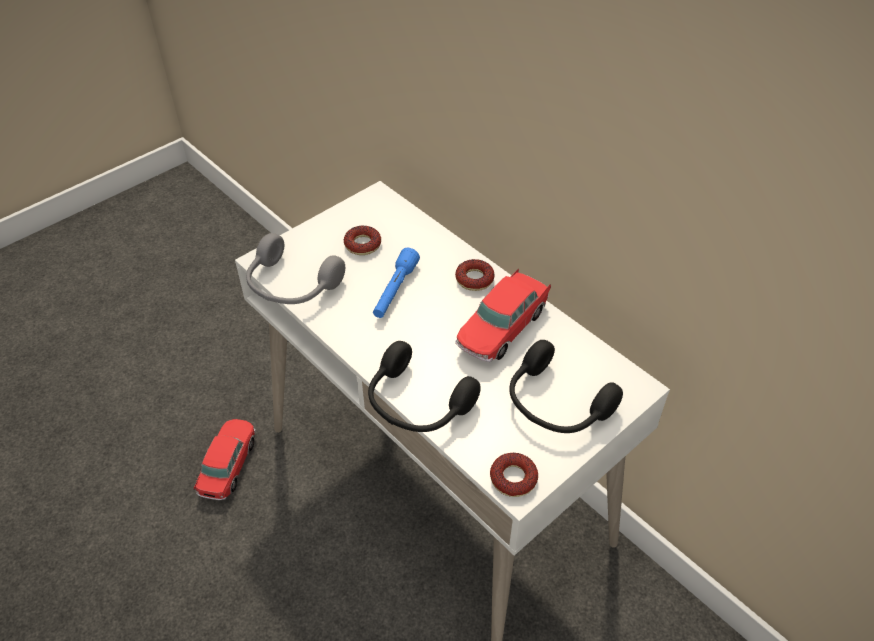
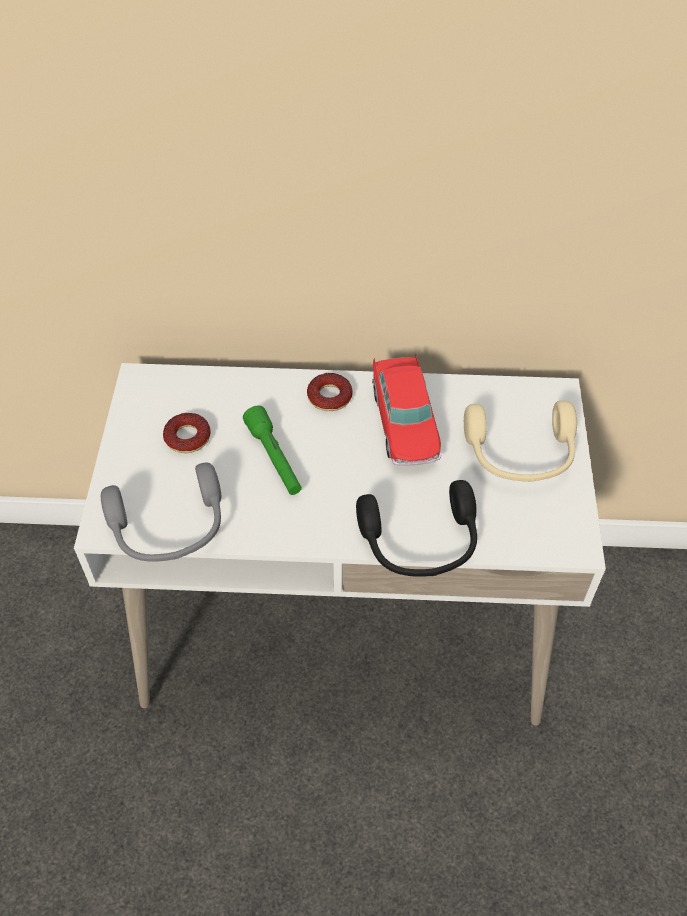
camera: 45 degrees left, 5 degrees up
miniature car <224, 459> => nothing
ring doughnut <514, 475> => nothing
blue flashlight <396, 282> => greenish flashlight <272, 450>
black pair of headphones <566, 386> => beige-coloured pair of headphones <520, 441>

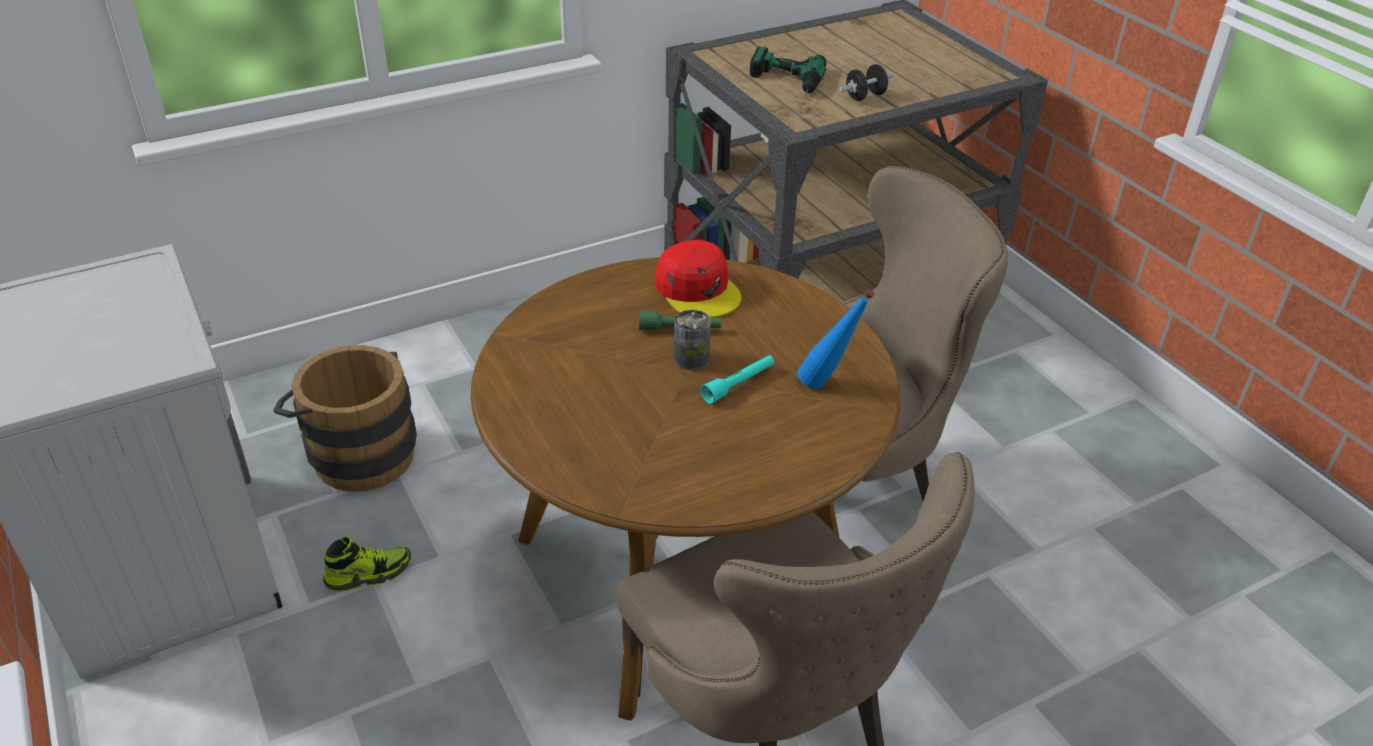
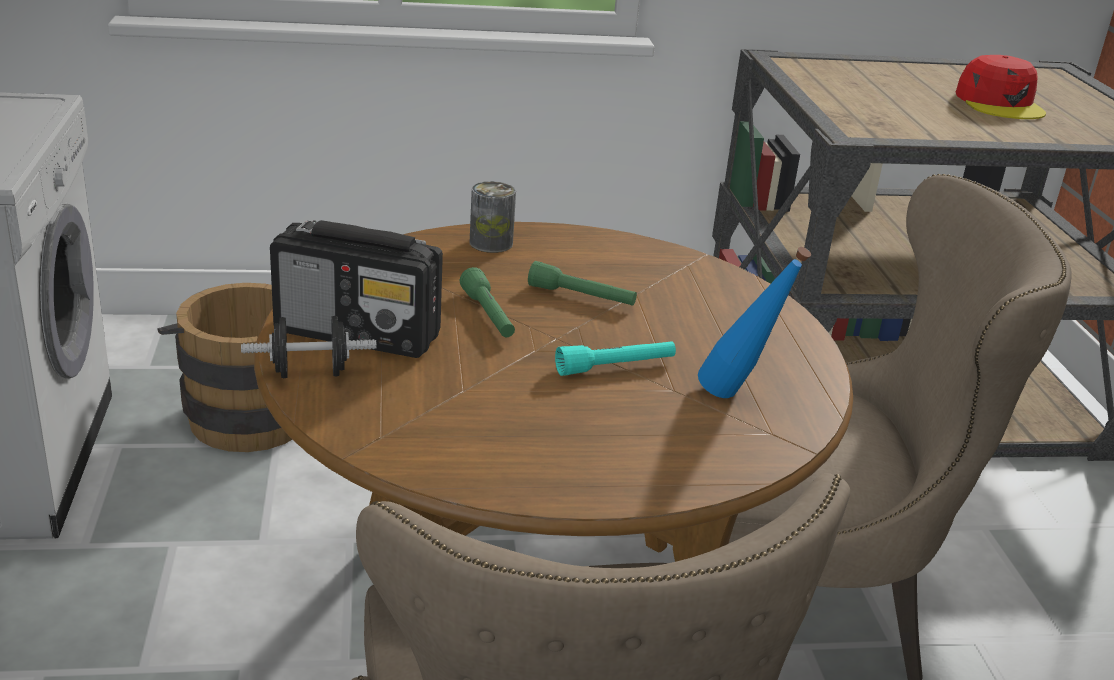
camera: 20 degrees right, 10 degrees down
shoe <367, 564> => nothing
drill <788, 72> => nothing
nothing => radio <356, 289>
nothing => greenish flashlight <487, 302>
red baseball cap <698, 279> => red baseball cap <1001, 87>, relocated
metal can <692, 339> => metal can <493, 217>, relocated
black hand weight <866, 82> => black hand weight <309, 347>, relocated

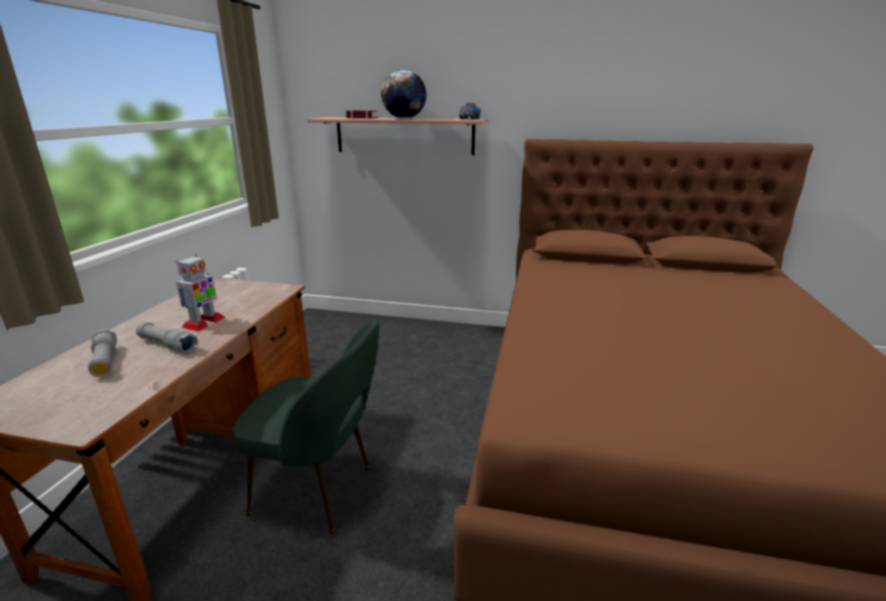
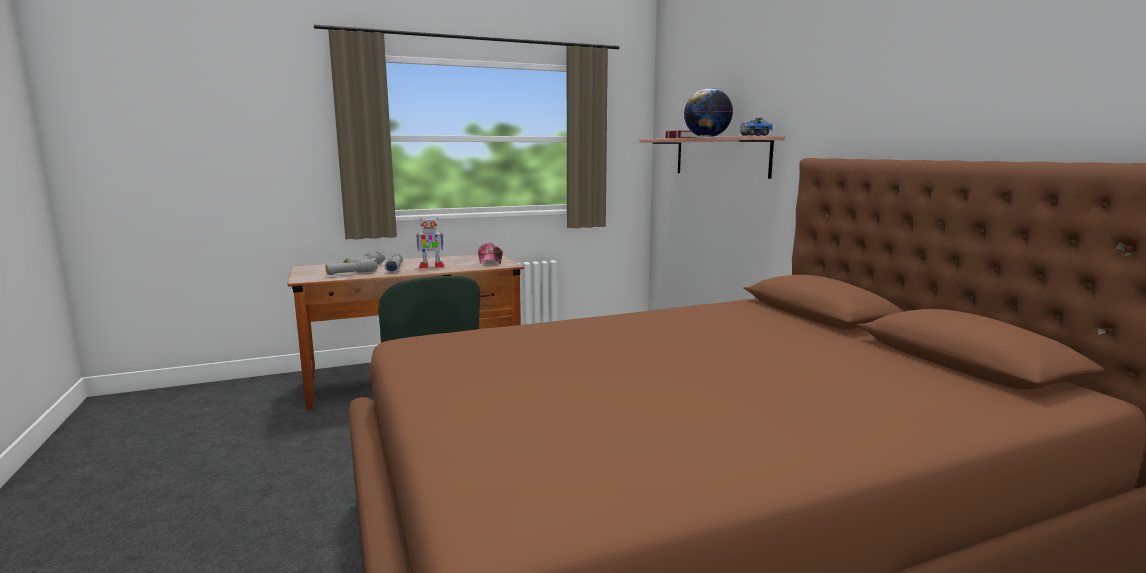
camera: 55 degrees right, 10 degrees down
nothing => gray flashlight <351, 266>
nothing => baseball cap <490, 253>

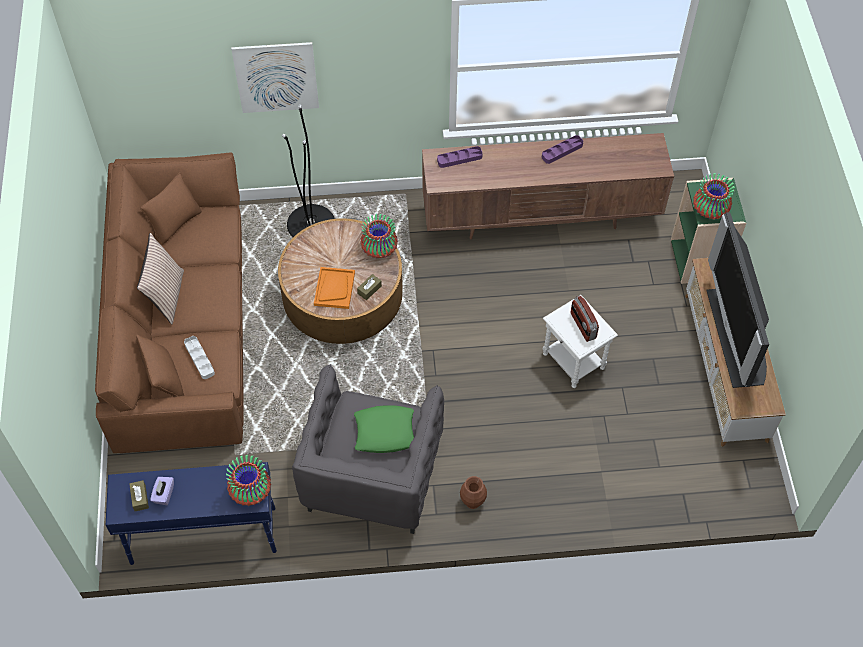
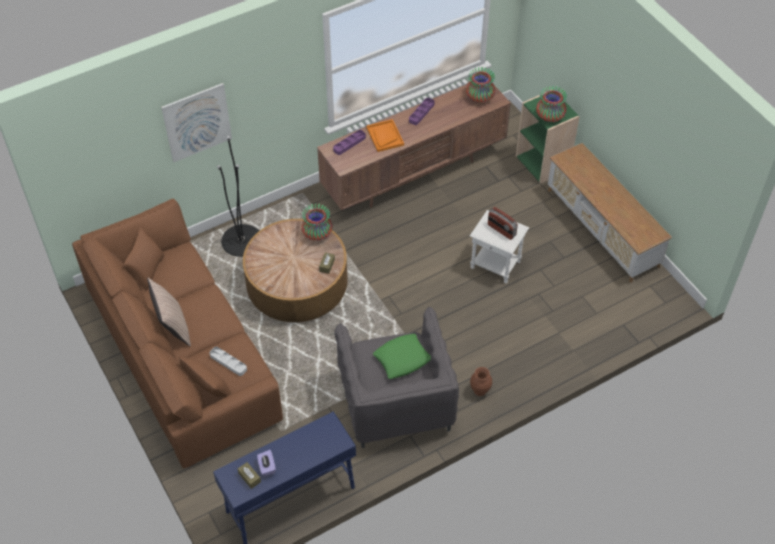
camera: 25 degrees left, 5 degrees down
TV set <737, 300> => nothing
decorative vase <248, 481> => decorative vase <480, 85>, relocated
orange-coloured tray <334, 288> => orange-coloured tray <385, 135>, relocated

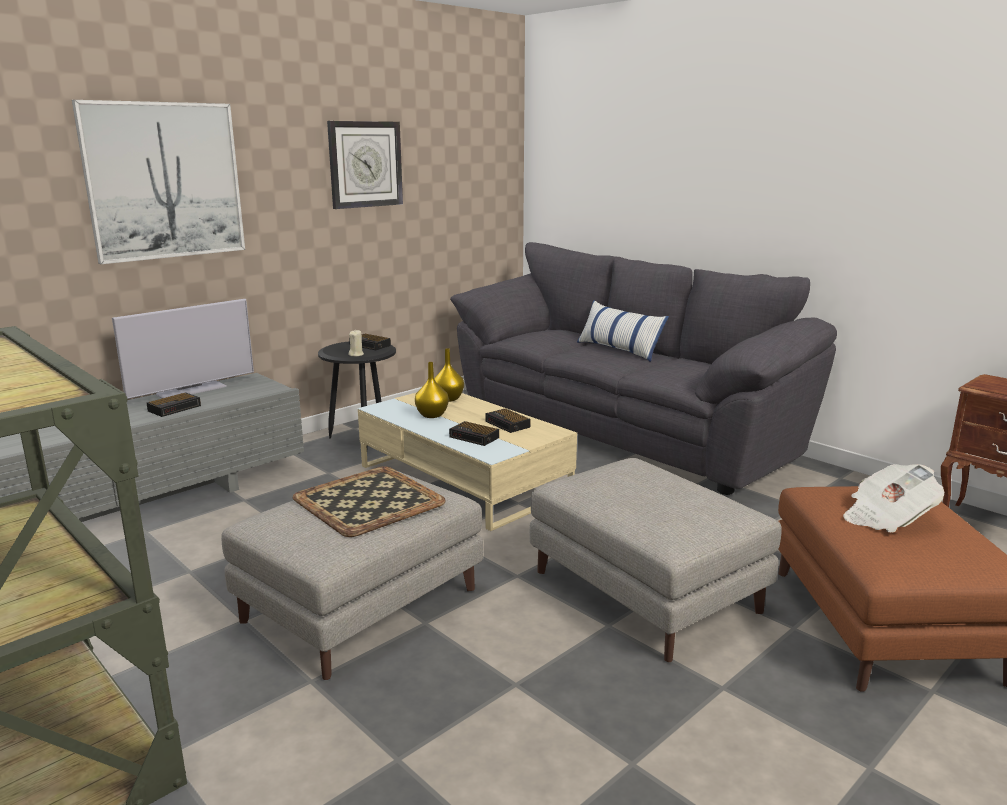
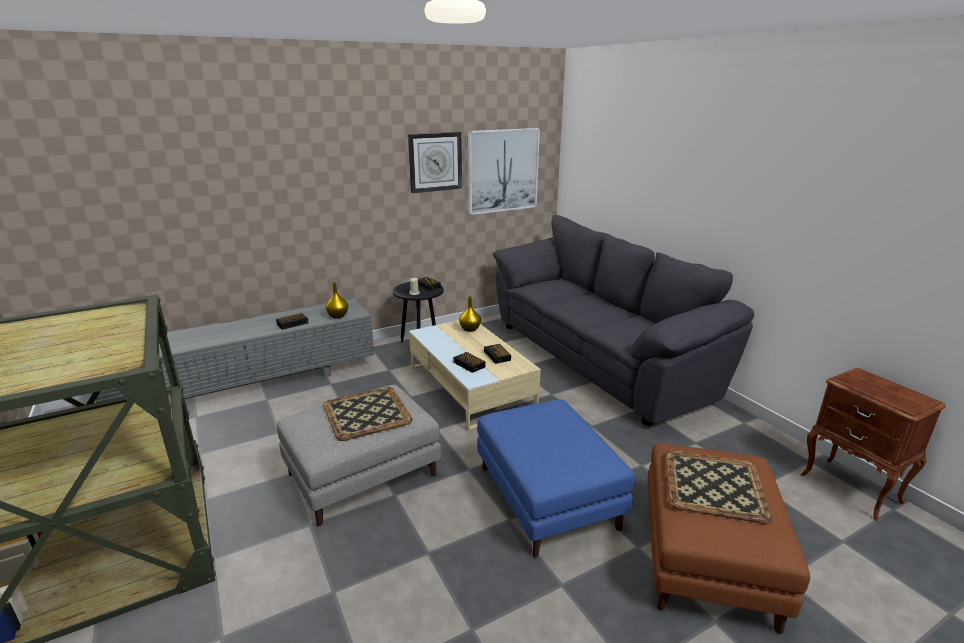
camera: 15 degrees right, 5 degrees up
TV set <183, 349> => nothing
cushion <623, 331> => nothing
picture <158, 182> => picture <504, 171>, relocated
yellowish decorative vase <432, 390> => yellowish decorative vase <337, 300>, relocated
newspaper <893, 498> => tray <718, 487>
gray ottoman <656, 560> => blue ottoman <556, 478>

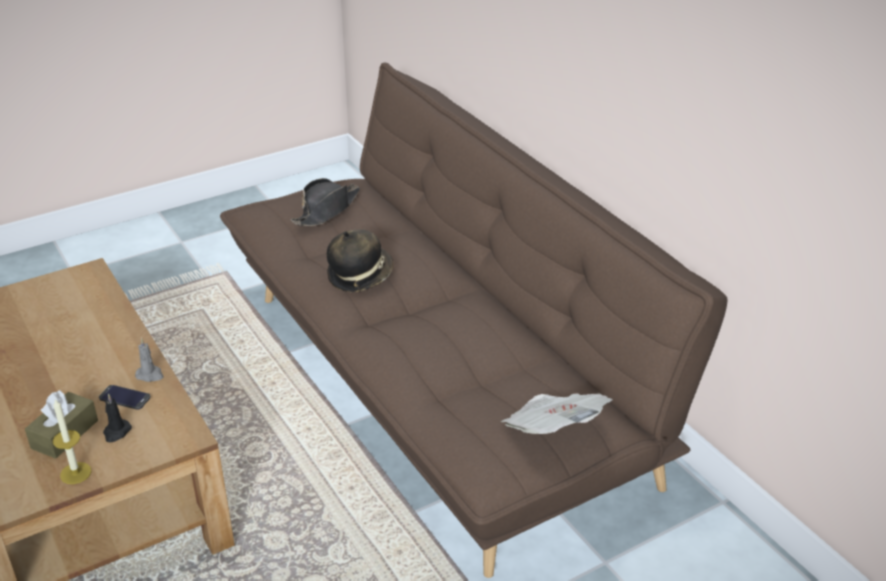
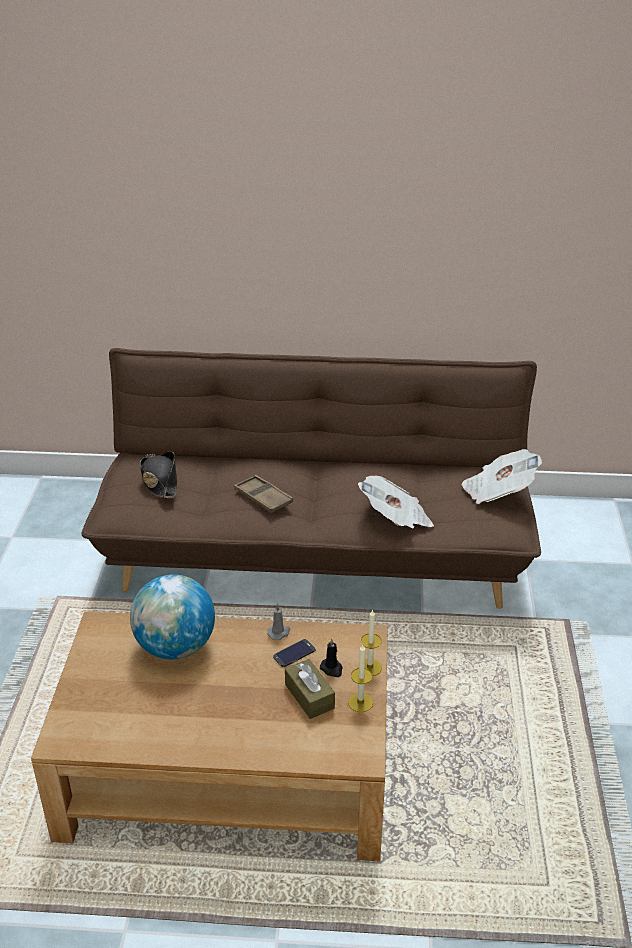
camera: 55 degrees left, 0 degrees up
nothing => desk globe <172, 617>
nothing => newspaper <396, 502>
nothing => wax light <370, 642>
hat <360, 260> => brown-coloured tray <263, 494>

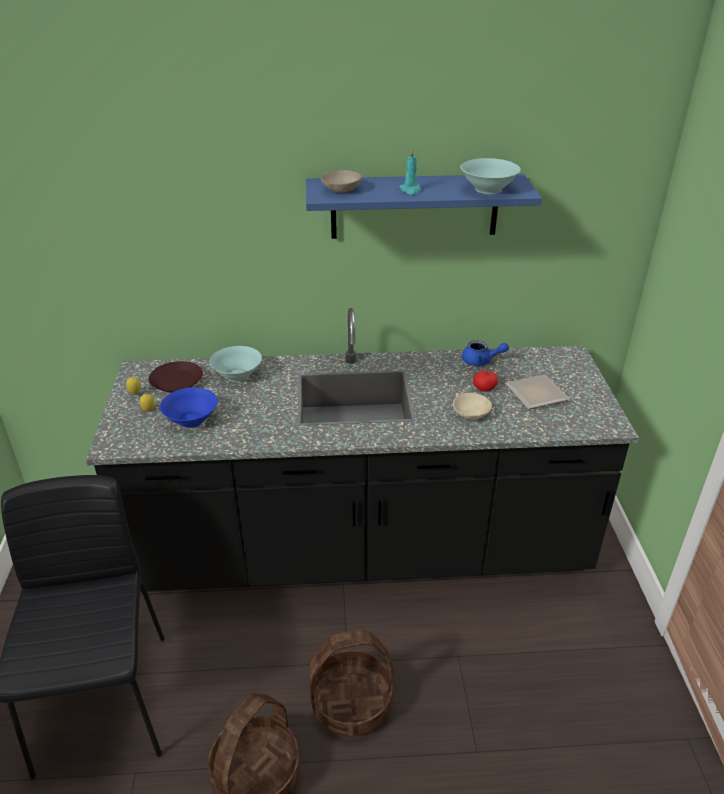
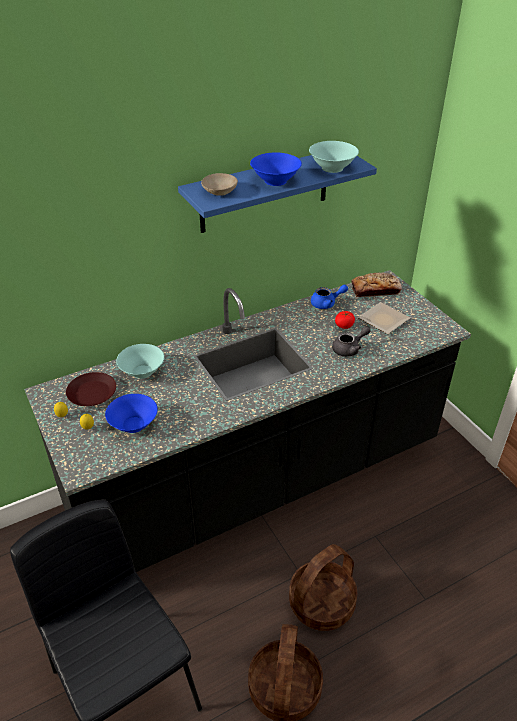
camera: 25 degrees left, 5 degrees up
nothing => baked bread <376, 285>
turquoise-coloured wax light <410, 172> => blue serving bowl <276, 169>
beige-coloured serving bowl <472, 406> => gray tea pot <351, 341>

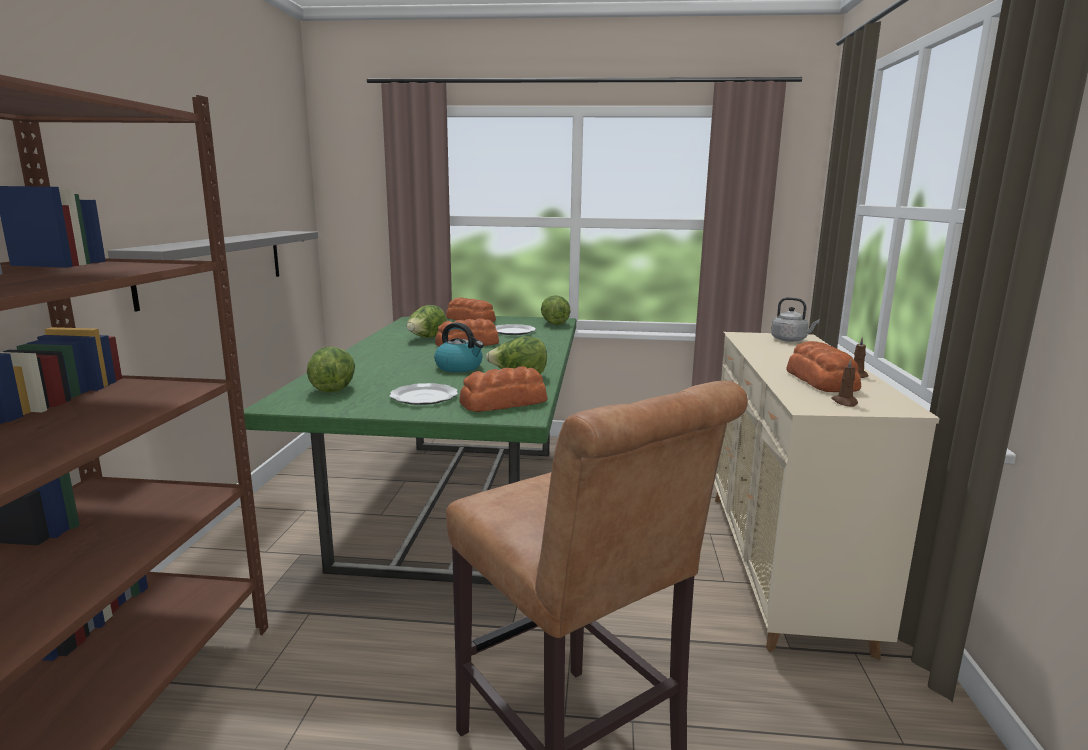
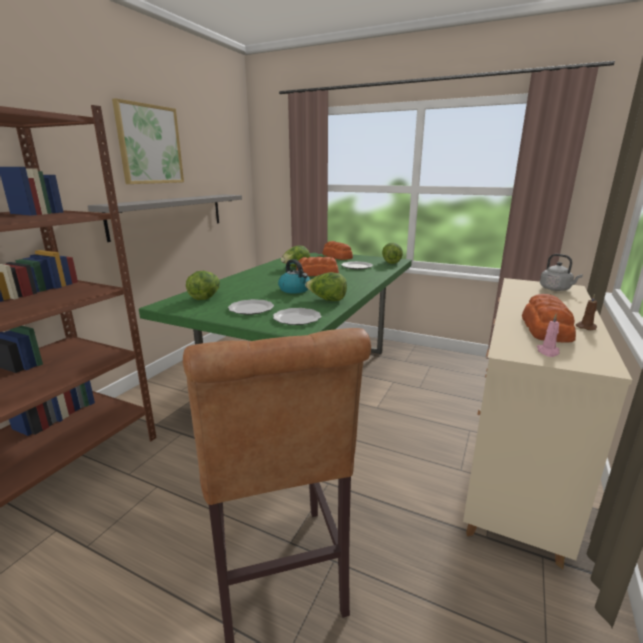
camera: 20 degrees right, 5 degrees up
nothing => picture <148, 141>
baked bread <503, 389> => flat dish <297, 316>
brown-coloured wax light <844, 382> => pink wax light <548, 335>

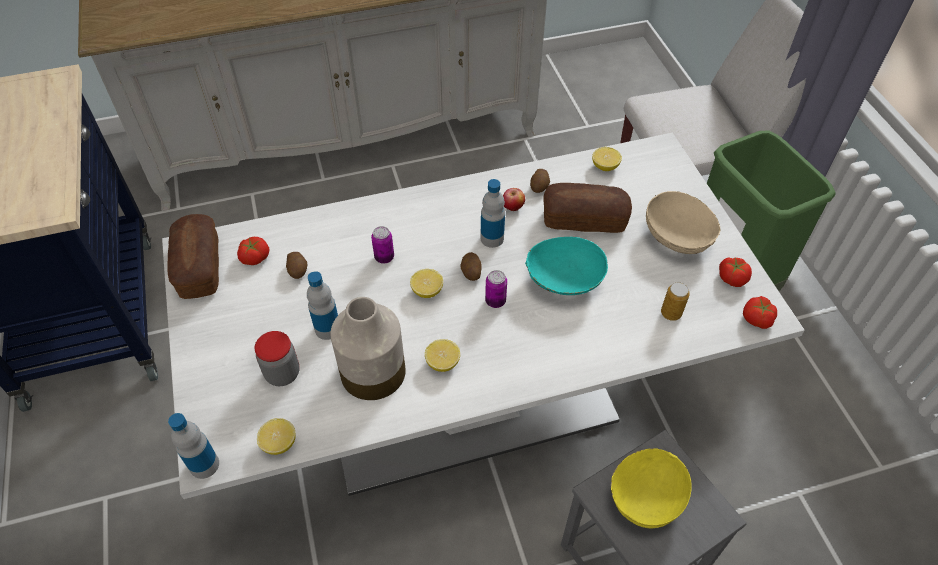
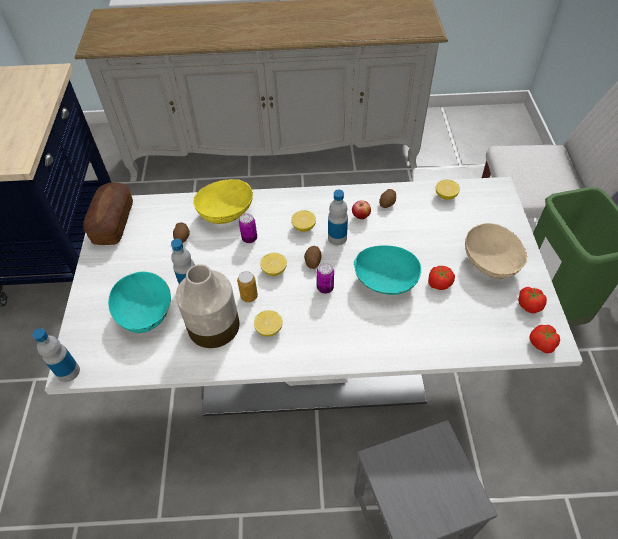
camera: 15 degrees right, 0 degrees up
baked bread <587, 208> => nothing
tomato <253, 251> => tomato <441, 278>, relocated
whole lemon <276, 436> => whole lemon <303, 221>, relocated
yellowish serving bowl <651, 488> => yellowish serving bowl <223, 201>, relocated
metal can <675, 301> => metal can <247, 286>, relocated
storage jar <277, 358> => turquoise-coloured serving bowl <139, 302>

